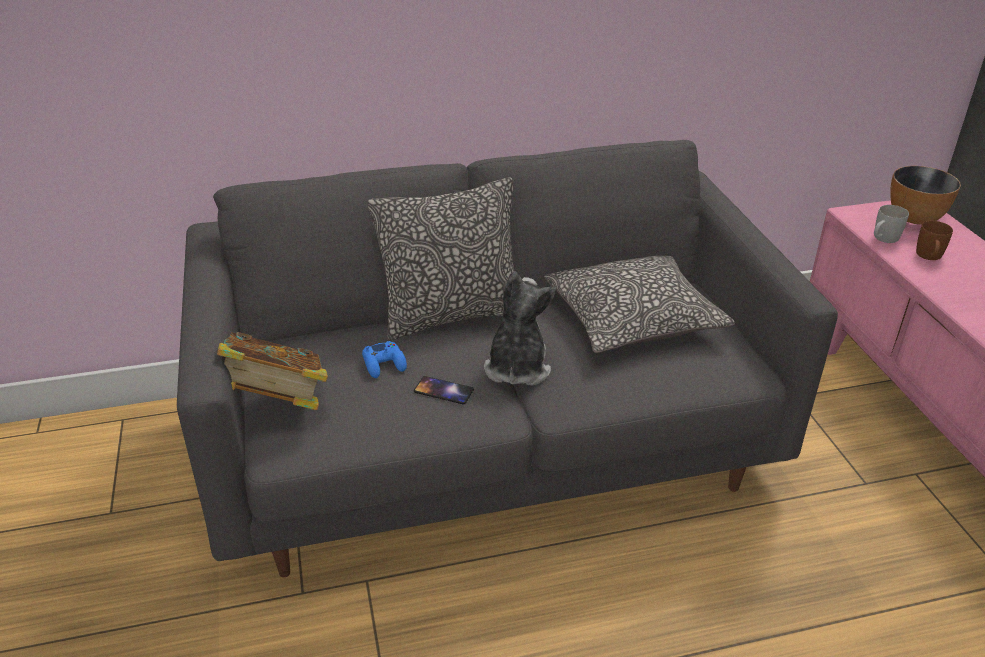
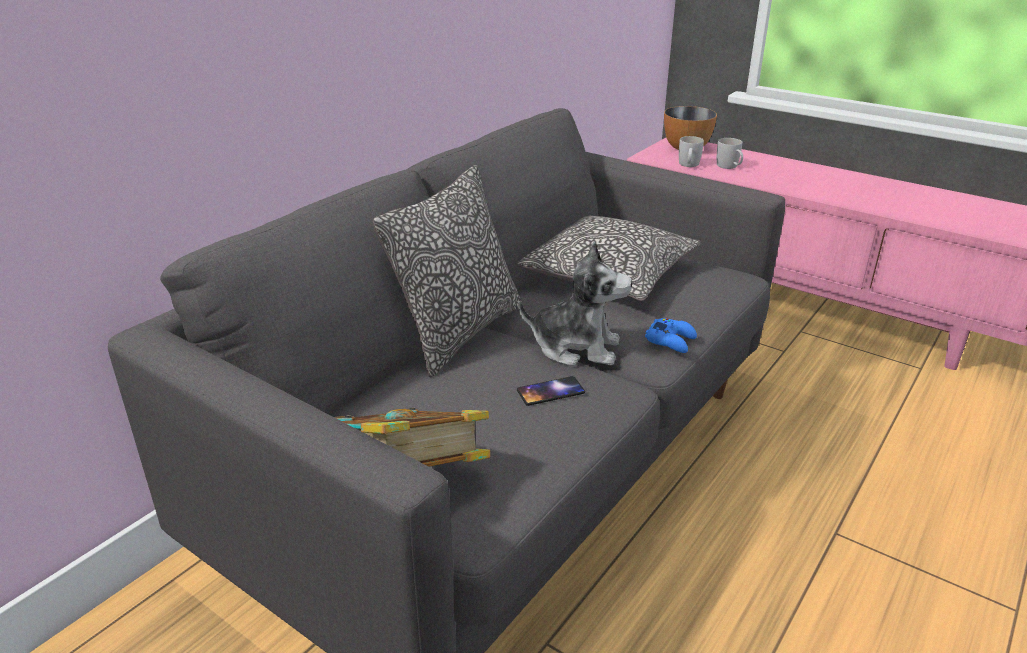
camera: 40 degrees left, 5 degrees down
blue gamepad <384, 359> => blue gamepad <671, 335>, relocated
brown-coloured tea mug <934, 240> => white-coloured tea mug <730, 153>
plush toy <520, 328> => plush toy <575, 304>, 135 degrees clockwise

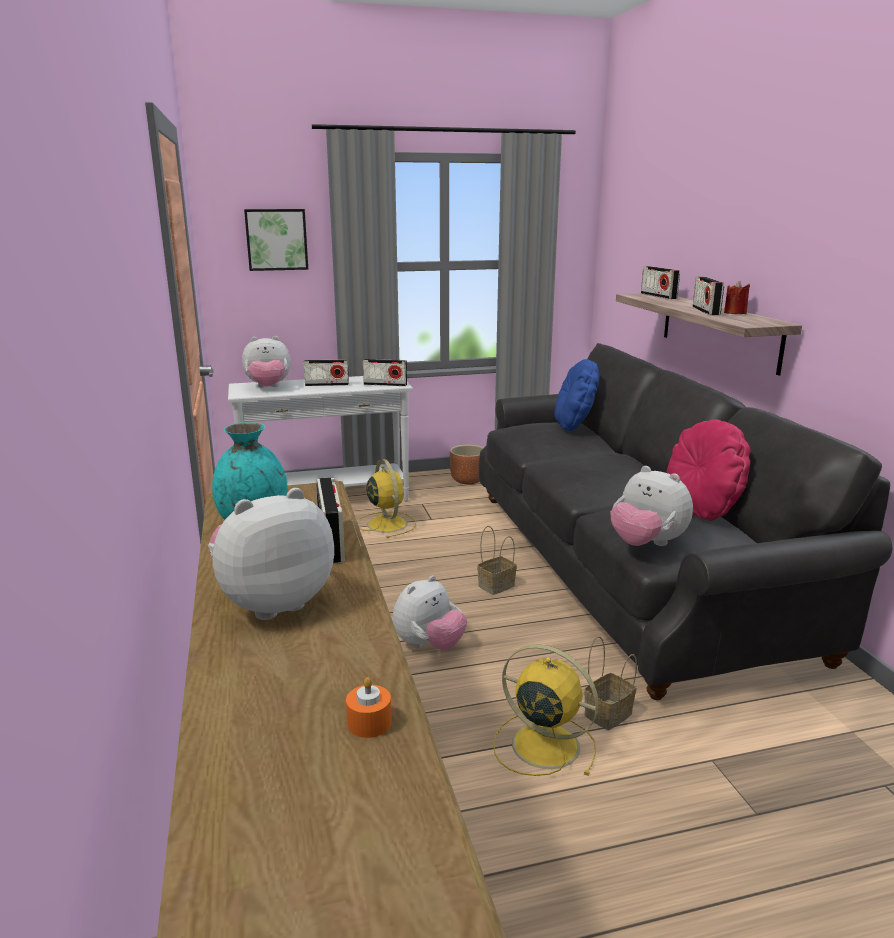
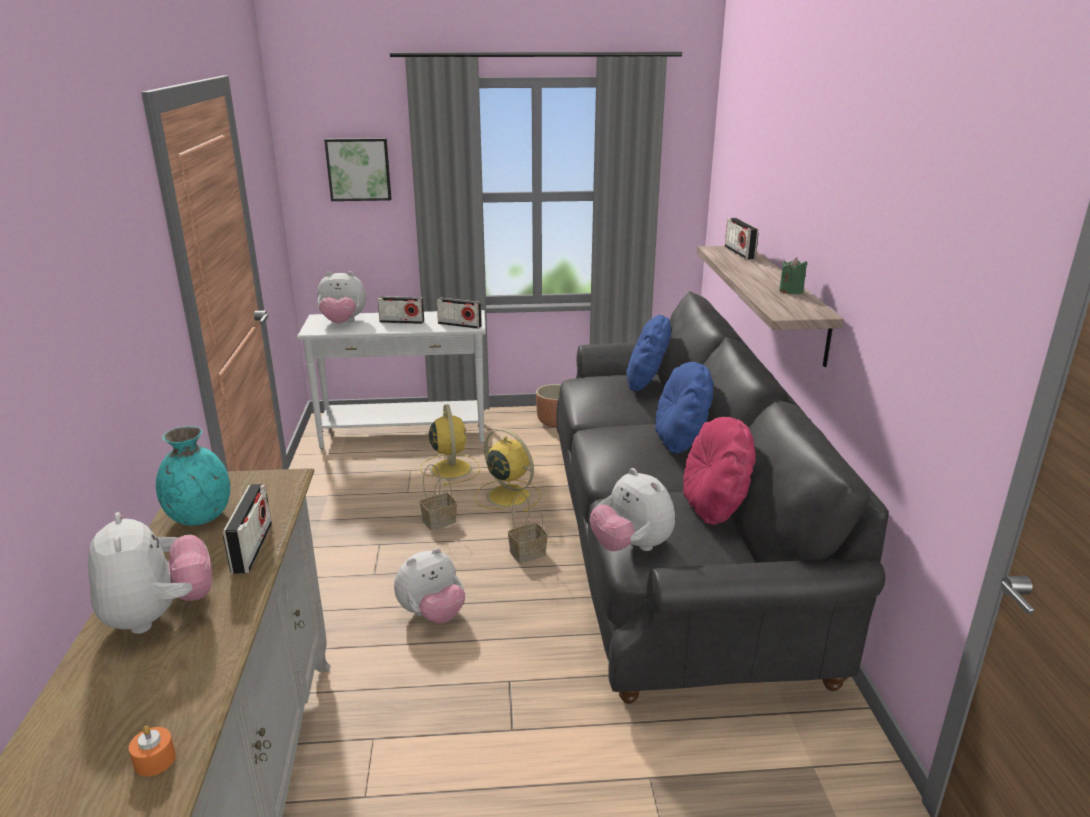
camera: 10 degrees right, 5 degrees up
radio <708, 296> => nothing
nothing => blue cushion <684, 408>
yellowish electric fan <546, 710> => yellowish electric fan <507, 470>, relocated
basket <610, 683> => basket <438, 497>, relocated
red wax light <737, 297> => greenish wax light <793, 275>
plush toy <271, 554> => plush toy <150, 573>, 90 degrees clockwise

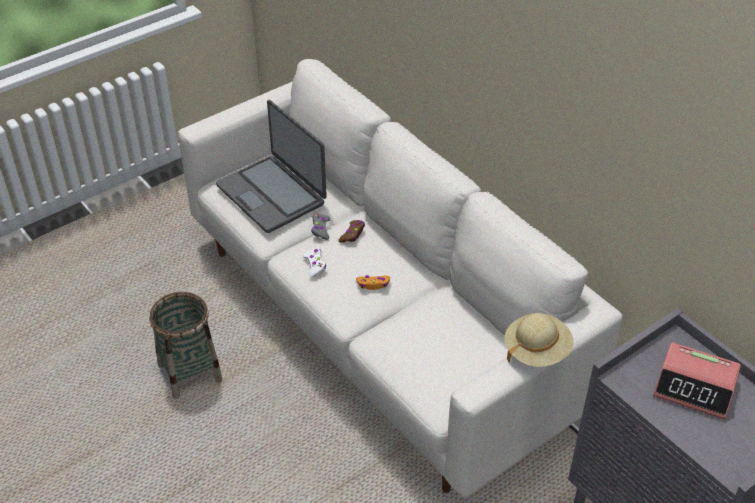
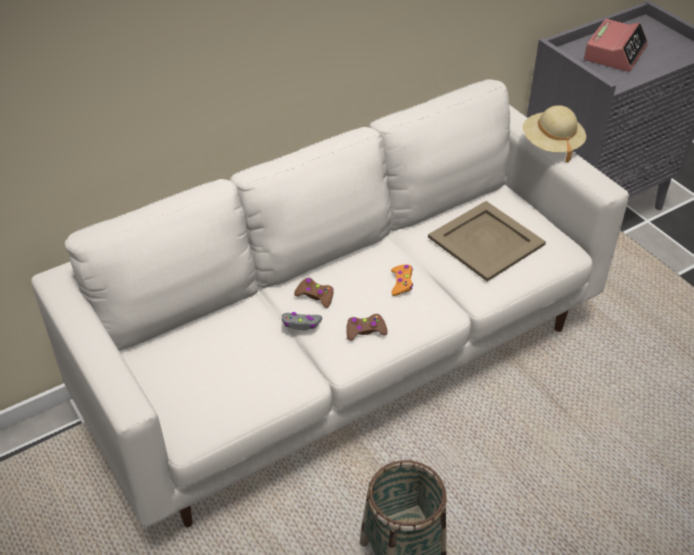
camera: 85 degrees left, 0 degrees up
portable computer <271, 166> => nothing
nothing => beige-coloured tray <487, 241>
white-coloured gamepad <314, 262> => brown-coloured gamepad <367, 327>

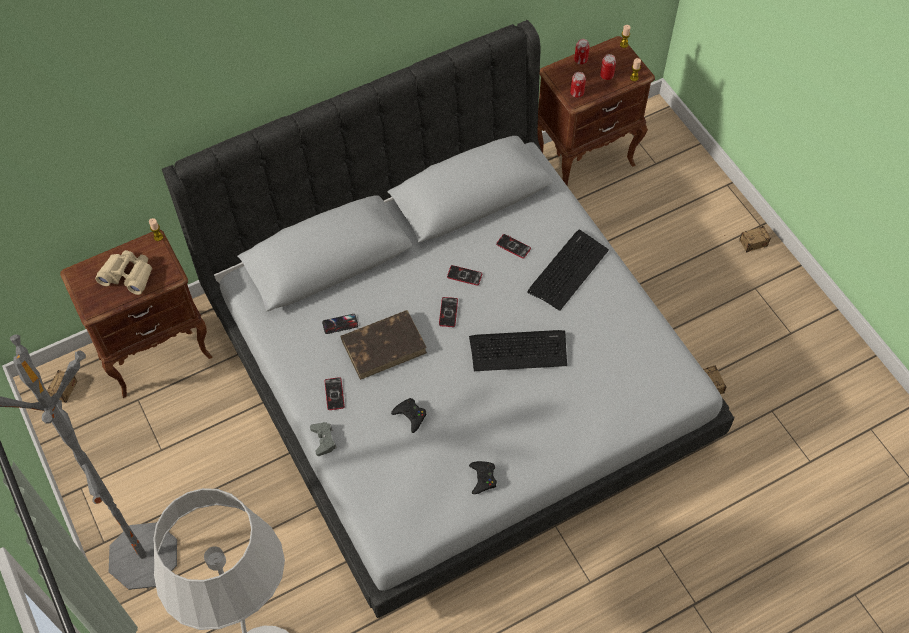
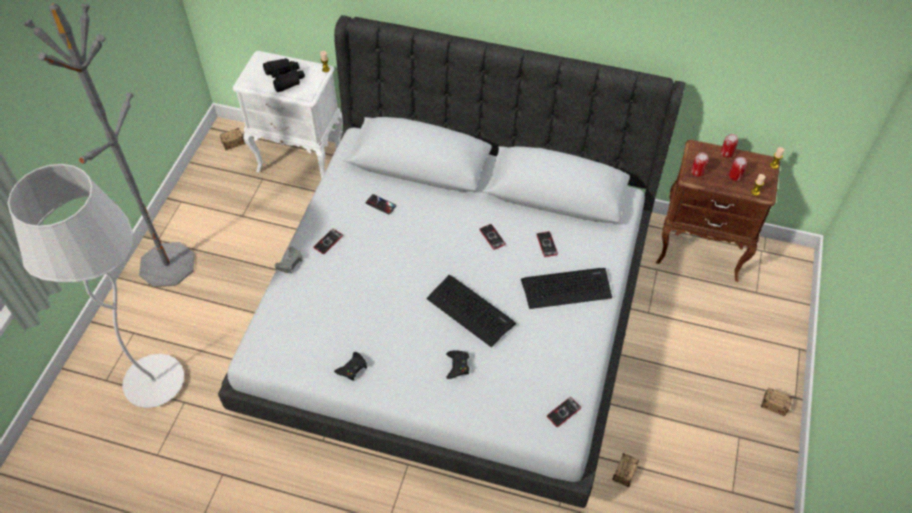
camera: 45 degrees right, 5 degrees down
brown-coloured book <384, 345> => nothing
black gamepad <408, 415> => black gamepad <457, 364>, relocated
telephone <448, 312> => telephone <564, 412>, relocated
brown-coloured bedside table <136, 314> => white-coloured bedside table <288, 115>
beige-coloured field glasses <123, 272> => black field glasses <284, 75>

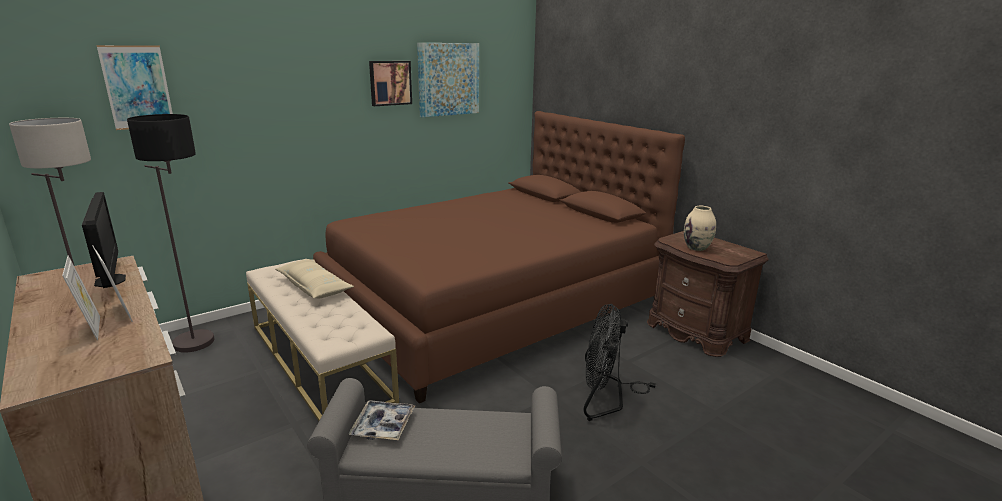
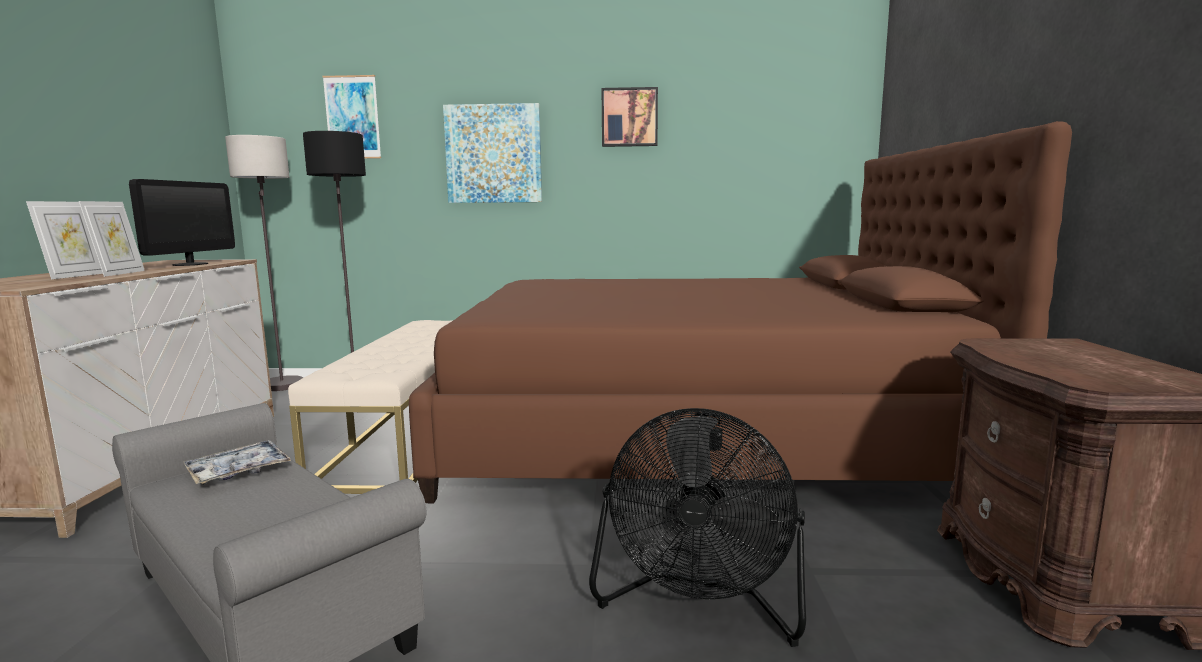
camera: 40 degrees right, 10 degrees down
beige-coloured cushion <314, 279> => nothing
beige-coloured decorative vase <700, 228> => nothing
picture <448, 80> => picture <492, 153>, relocated
black electric fan <620, 362> => black electric fan <697, 527>, 120 degrees counterclockwise

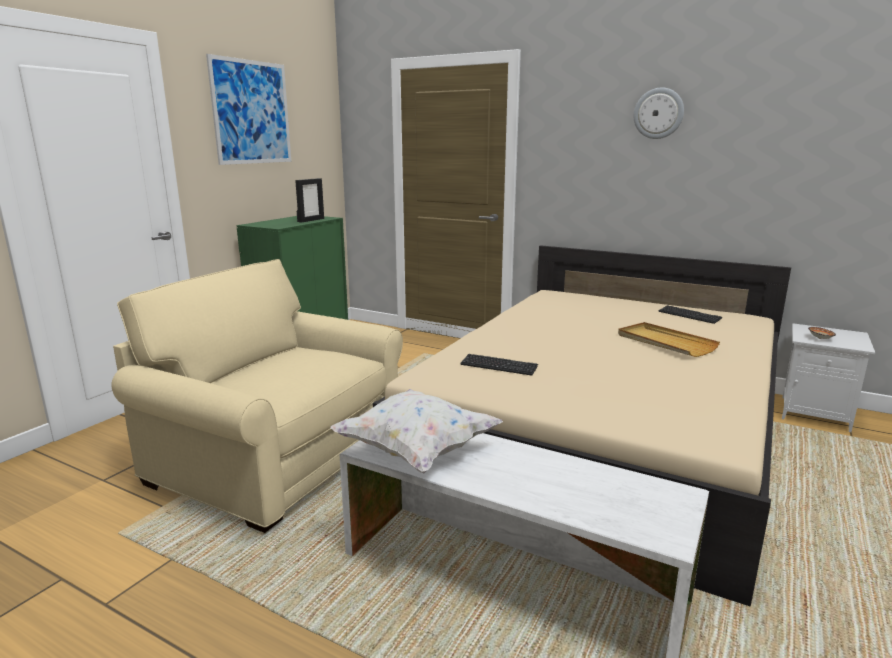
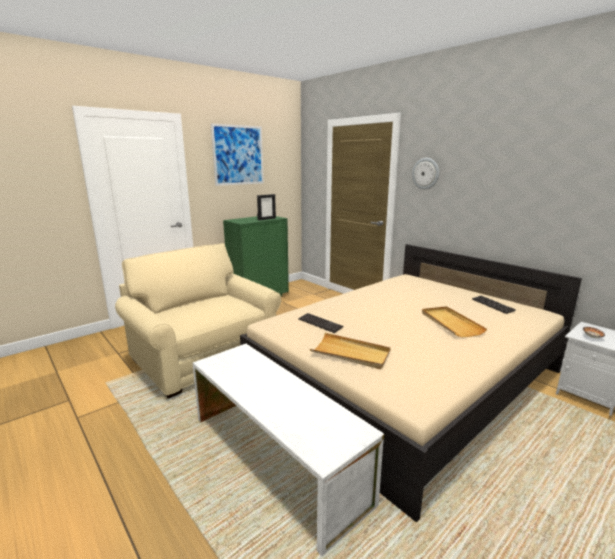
camera: 20 degrees right, 0 degrees up
white-coloured cushion <416, 431> => nothing
nothing => beige-coloured tray <350, 351>
wall clock <659, 113> => wall clock <425, 174>, relocated

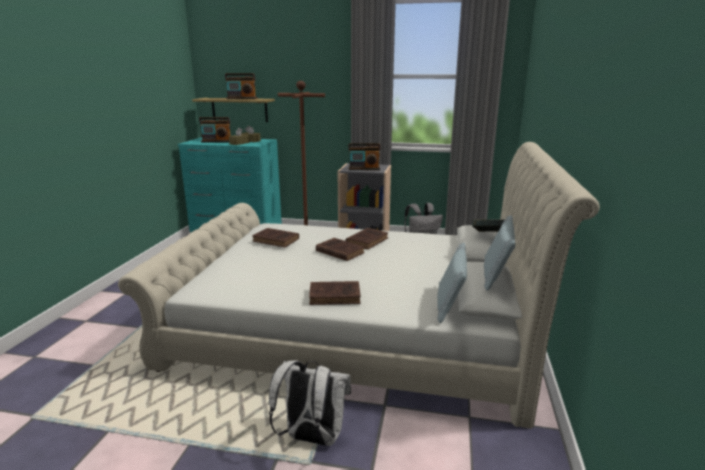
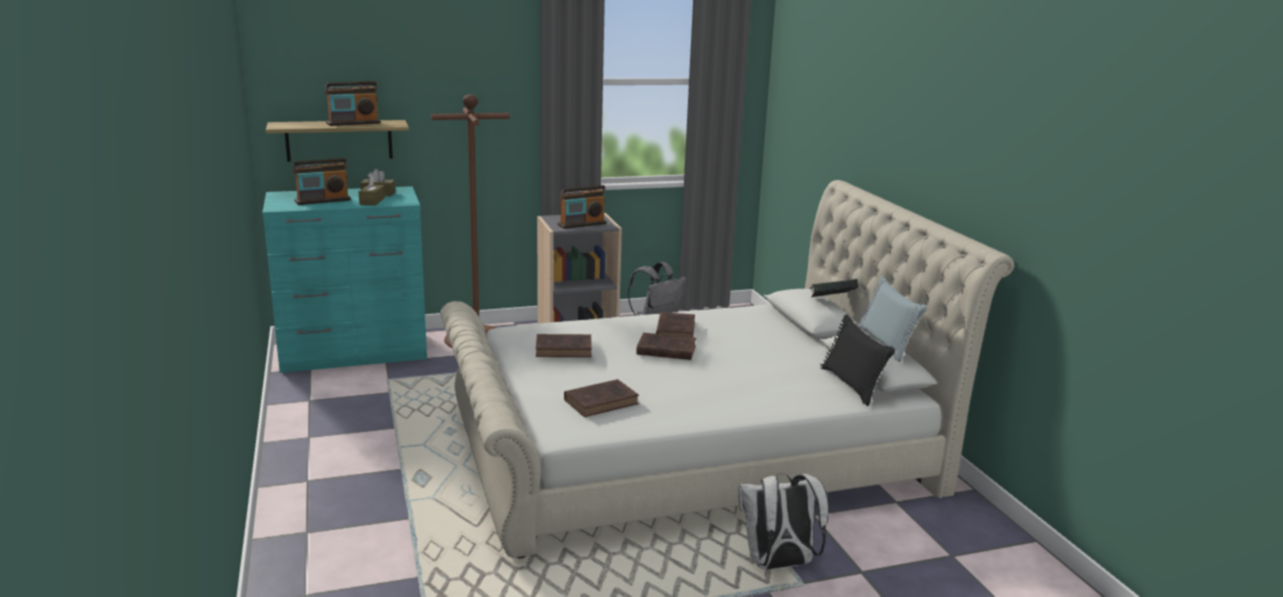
camera: 30 degrees left, 0 degrees up
brown-coloured book <335, 293> => brown-coloured book <601, 398>, relocated
blue cushion <452, 283> => black cushion <857, 360>

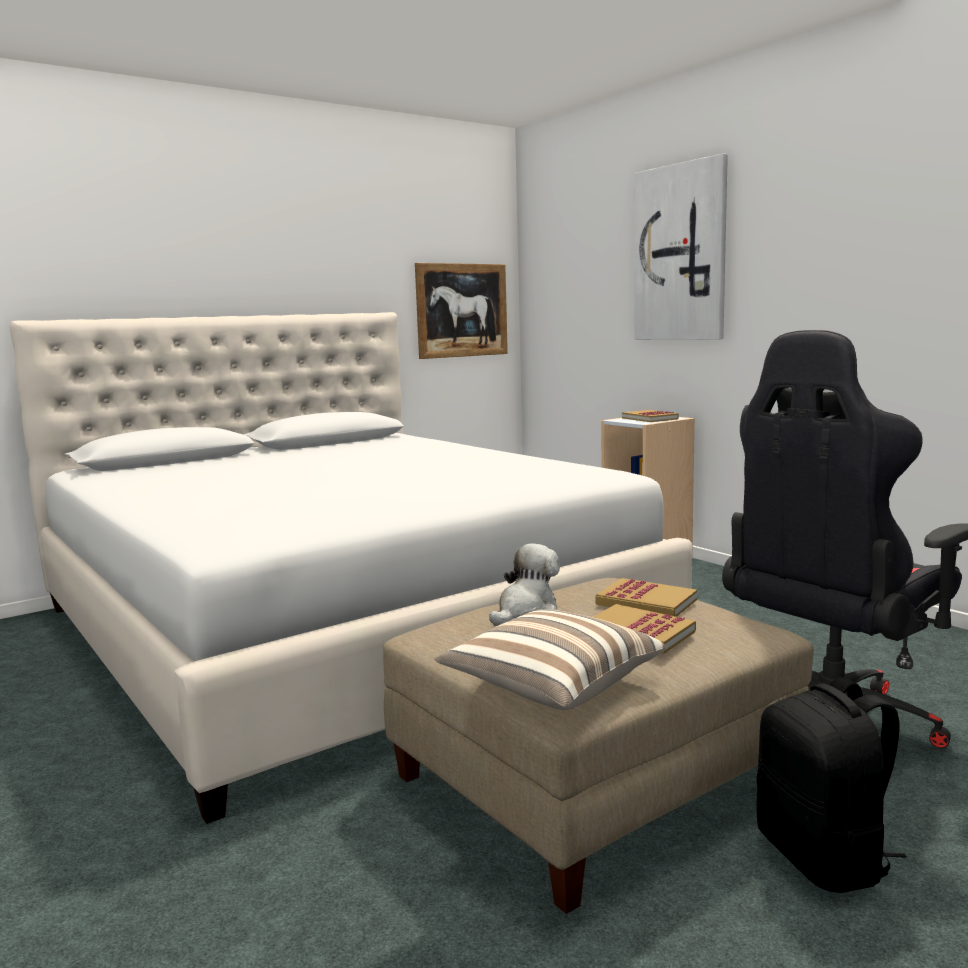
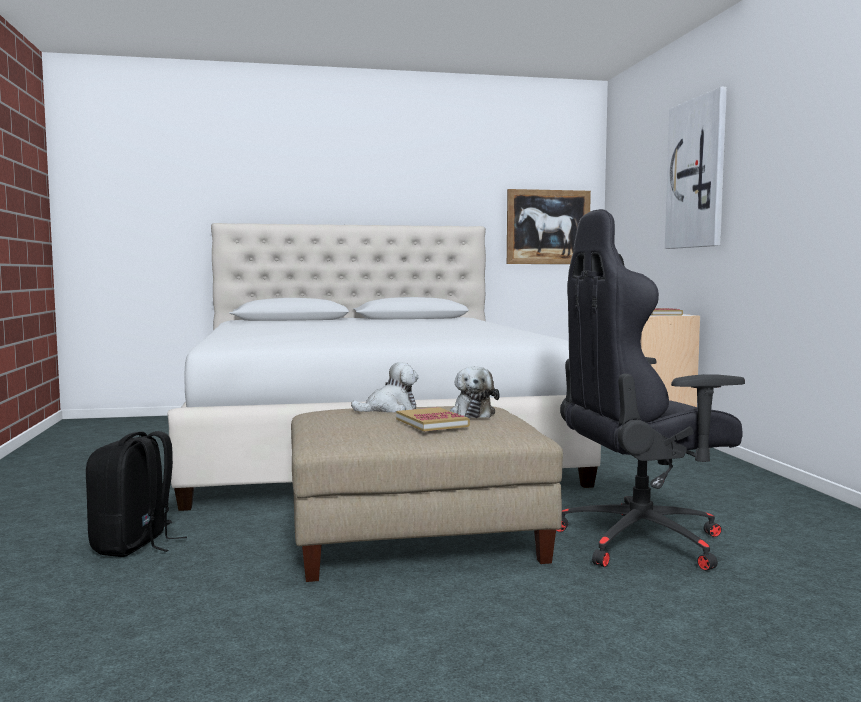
camera: 25 degrees right, 5 degrees down
cushion <549, 659> => nothing
black knapsack <831, 785> => black knapsack <136, 494>, relocated
book <646, 597> => plush toy <475, 392>

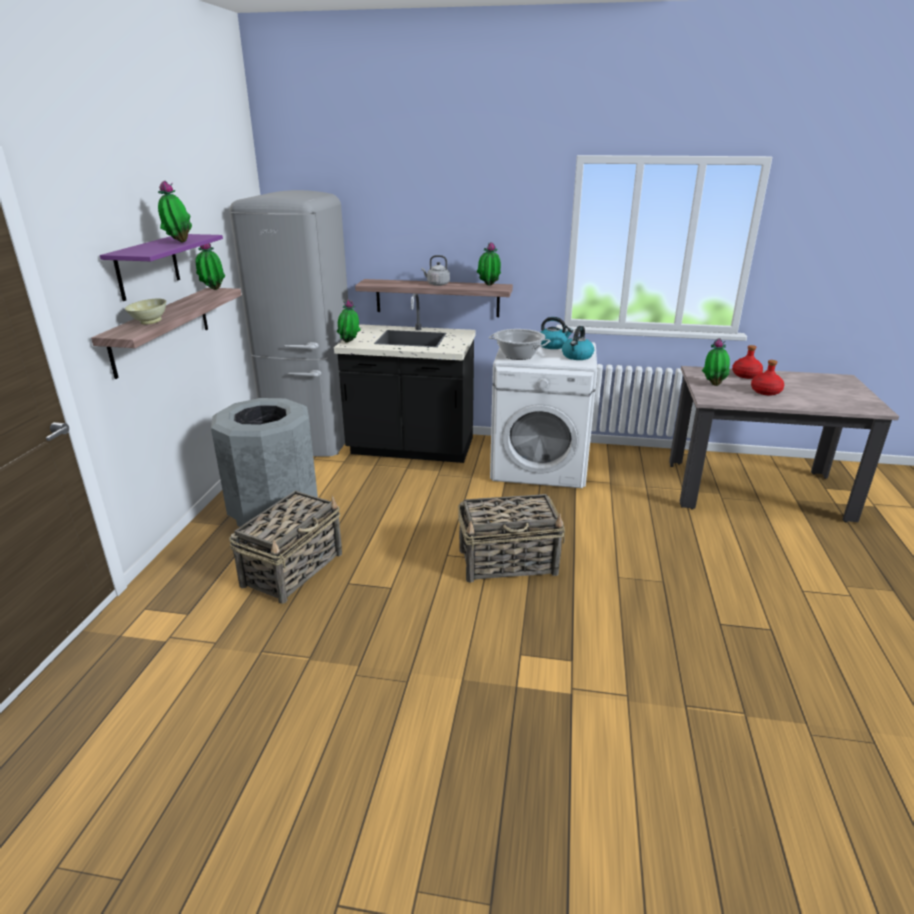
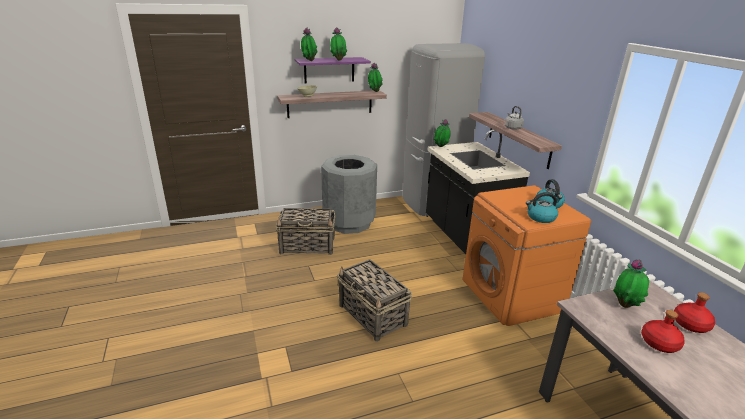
camera: 60 degrees right, 0 degrees up
saucepot <519, 344> => nothing
plant in a pot <489, 264> => plant in a pot <309, 44>, relocated
white-coloured washing machine <543, 415> => orange-coloured washing machine <526, 255>

